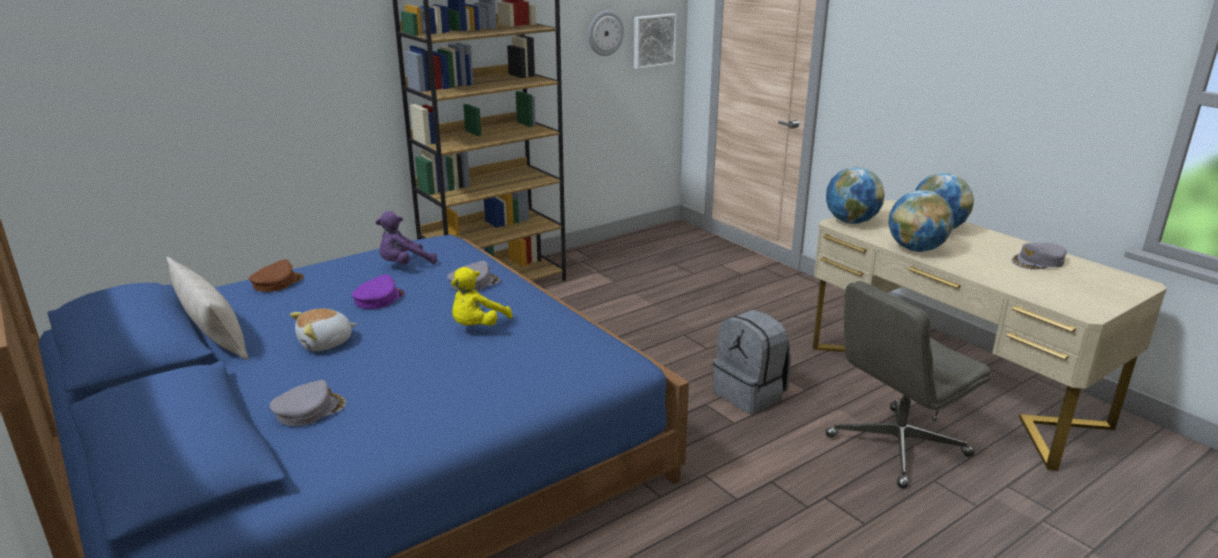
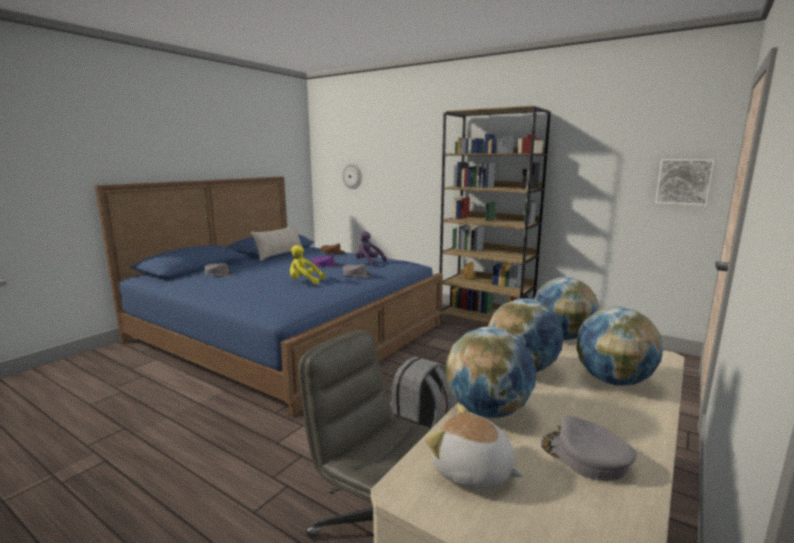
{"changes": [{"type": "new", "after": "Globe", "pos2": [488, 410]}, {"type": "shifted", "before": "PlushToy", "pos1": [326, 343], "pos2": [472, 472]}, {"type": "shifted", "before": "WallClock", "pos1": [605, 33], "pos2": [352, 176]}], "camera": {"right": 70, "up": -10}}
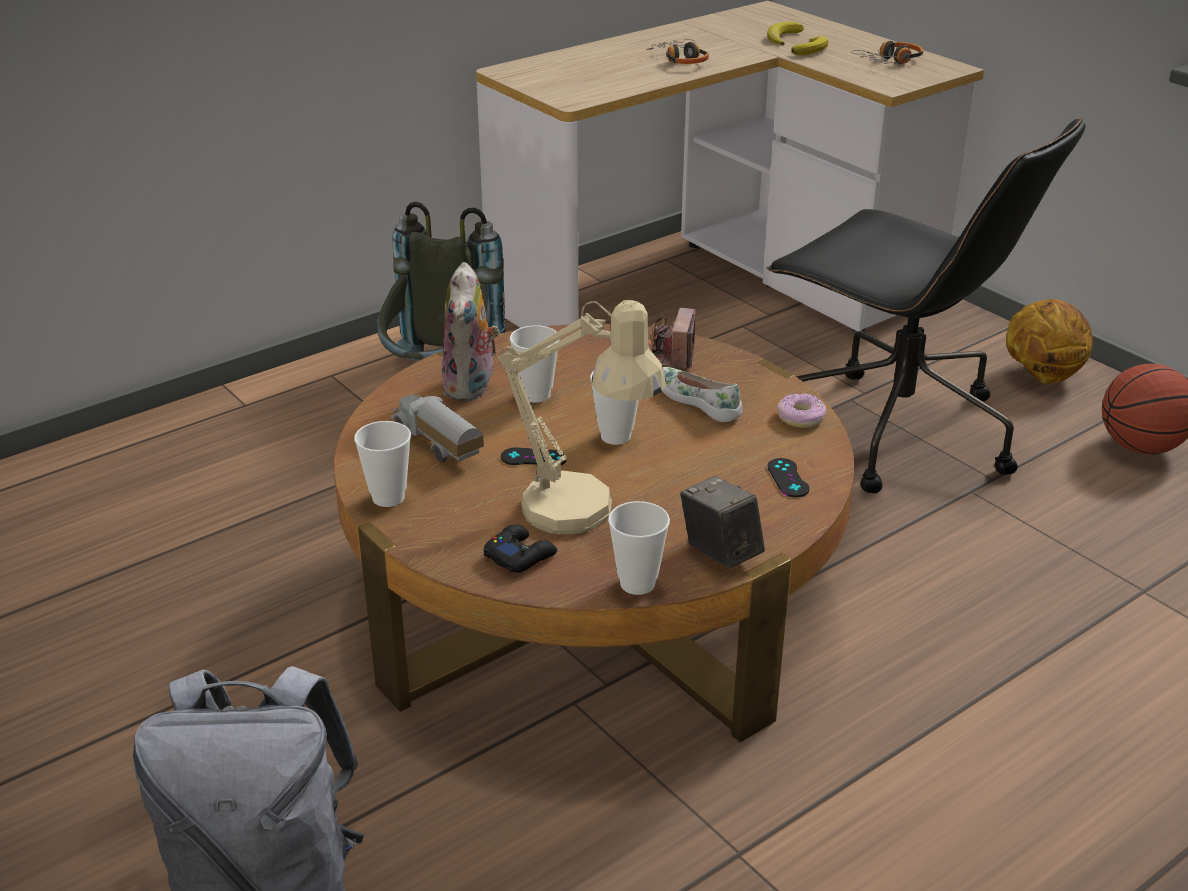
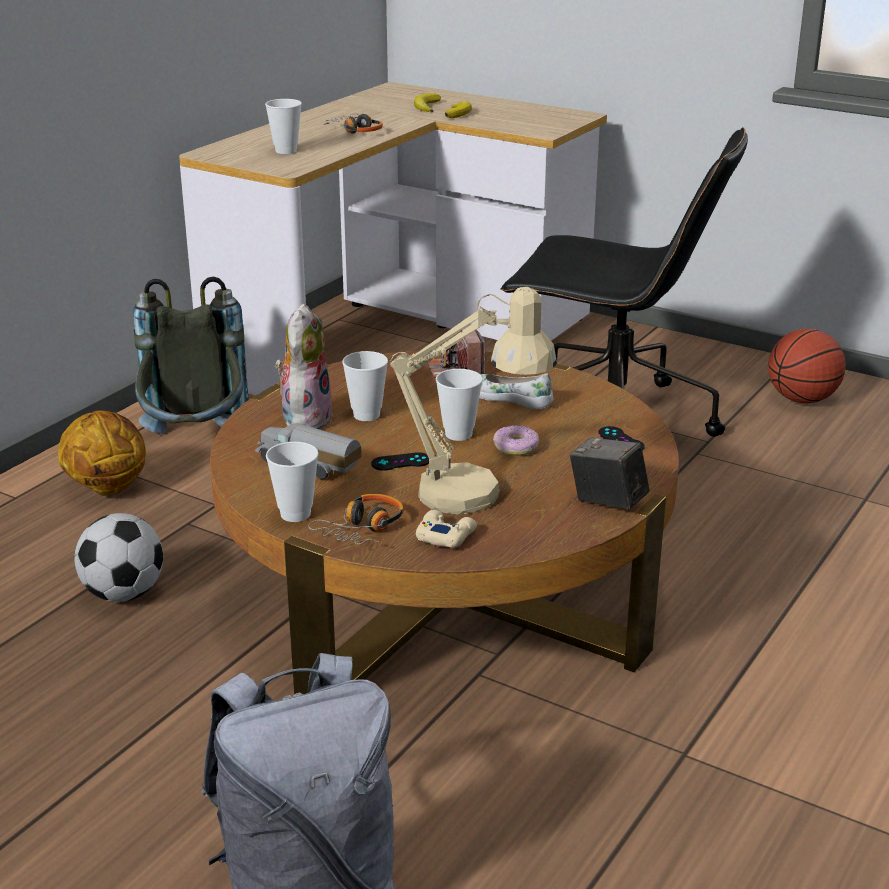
{"changes": [{"type": "new", "after": "Football", "pos2": [124, 593]}, {"type": "shifted", "before": "Cup", "pos1": [637, 583], "pos2": [286, 151]}, {"type": "shifted", "before": "Donut", "pos1": [800, 417], "pos2": [515, 447]}, {"type": "shifted", "before": "Headphones", "pos1": [890, 62], "pos2": [363, 529]}, {"type": "shifted", "before": "Basketball", "pos1": [1041, 375], "pos2": [107, 488]}, {"type": "repainted", "before": "BlackGameController", "after": "BeigeGameController", "pos1": [520, 555], "pos2": [445, 535]}, {"type": "rotated", "before": "PlushToy", "pos1": [472, 387], "pos2": [305, 418], "turn": -150}], "camera": {"right": -20, "up": -5}}
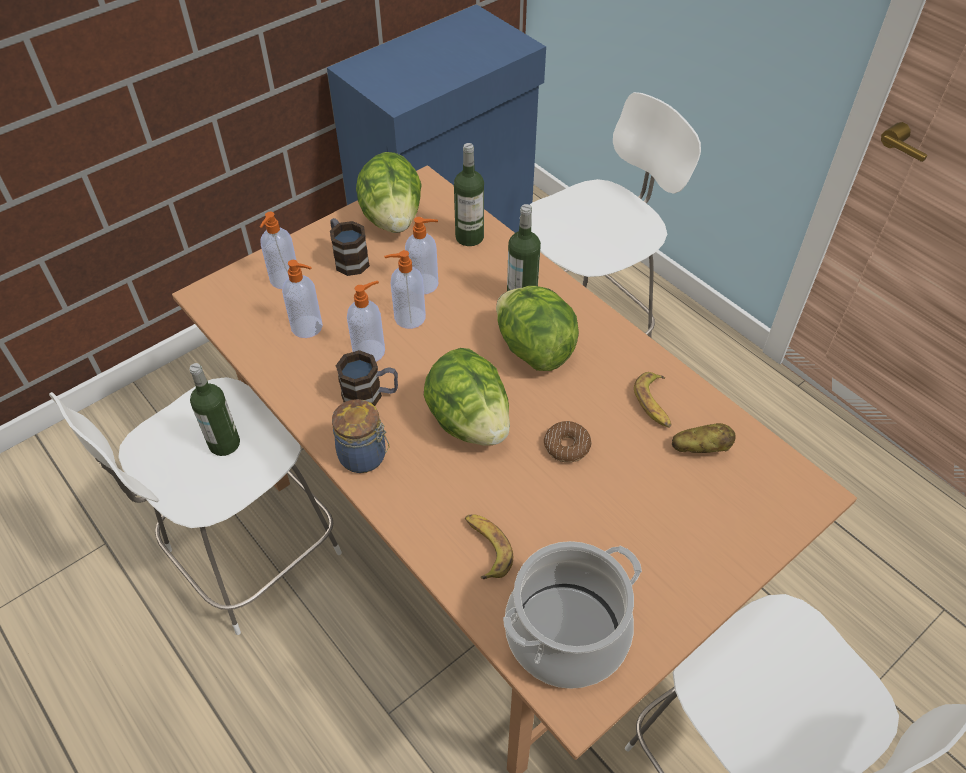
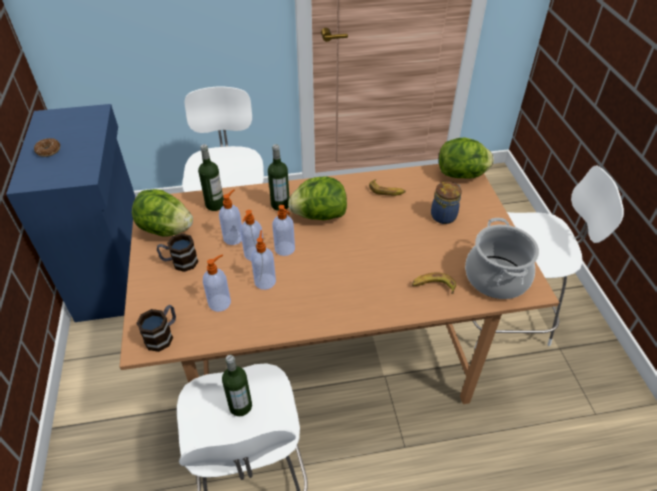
{"changes": [{"type": "gone", "before": "Potato", "pos1": [700, 448]}, {"type": "shifted", "before": "SoapDispenser", "pos1": [284, 280], "pos2": [285, 249]}, {"type": "shifted", "before": "Jar", "pos1": [364, 456], "pos2": [444, 215]}, {"type": "shifted", "before": "Mug", "pos1": [370, 395], "pos2": [163, 335]}, {"type": "shifted", "before": "Lettuce", "pos1": [469, 421], "pos2": [462, 175]}, {"type": "shifted", "before": "Donut", "pos1": [567, 446], "pos2": [48, 151]}], "camera": {"right": -60, "up": -5}}
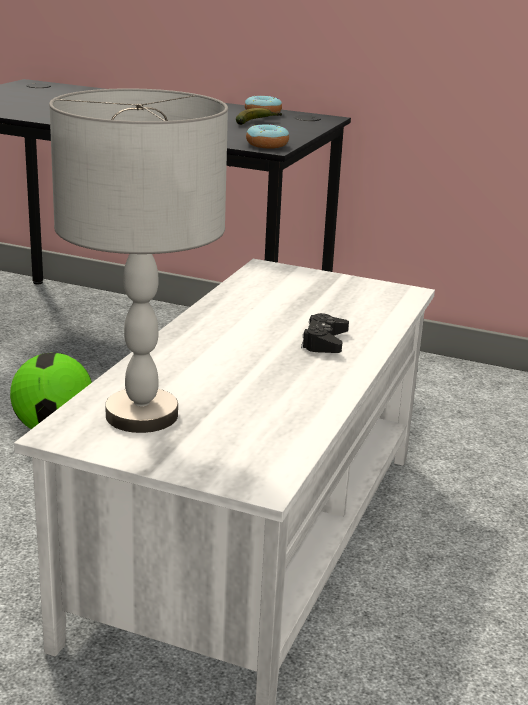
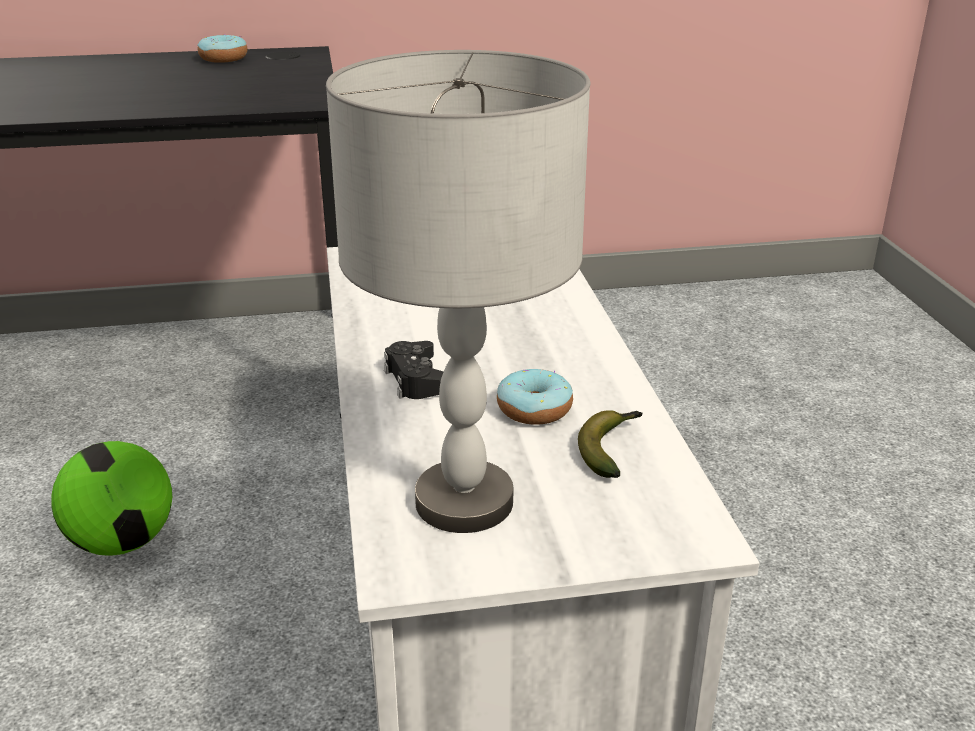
{"changes": [{"type": "shifted", "before": "Banana", "pos1": [257, 122], "pos2": [611, 449]}, {"type": "shifted", "before": "Donut", "pos1": [267, 145], "pos2": [534, 409]}, {"type": "shifted", "before": "BlackGameController", "pos1": [324, 342], "pos2": [417, 379]}], "camera": {"right": -30, "up": 5}}
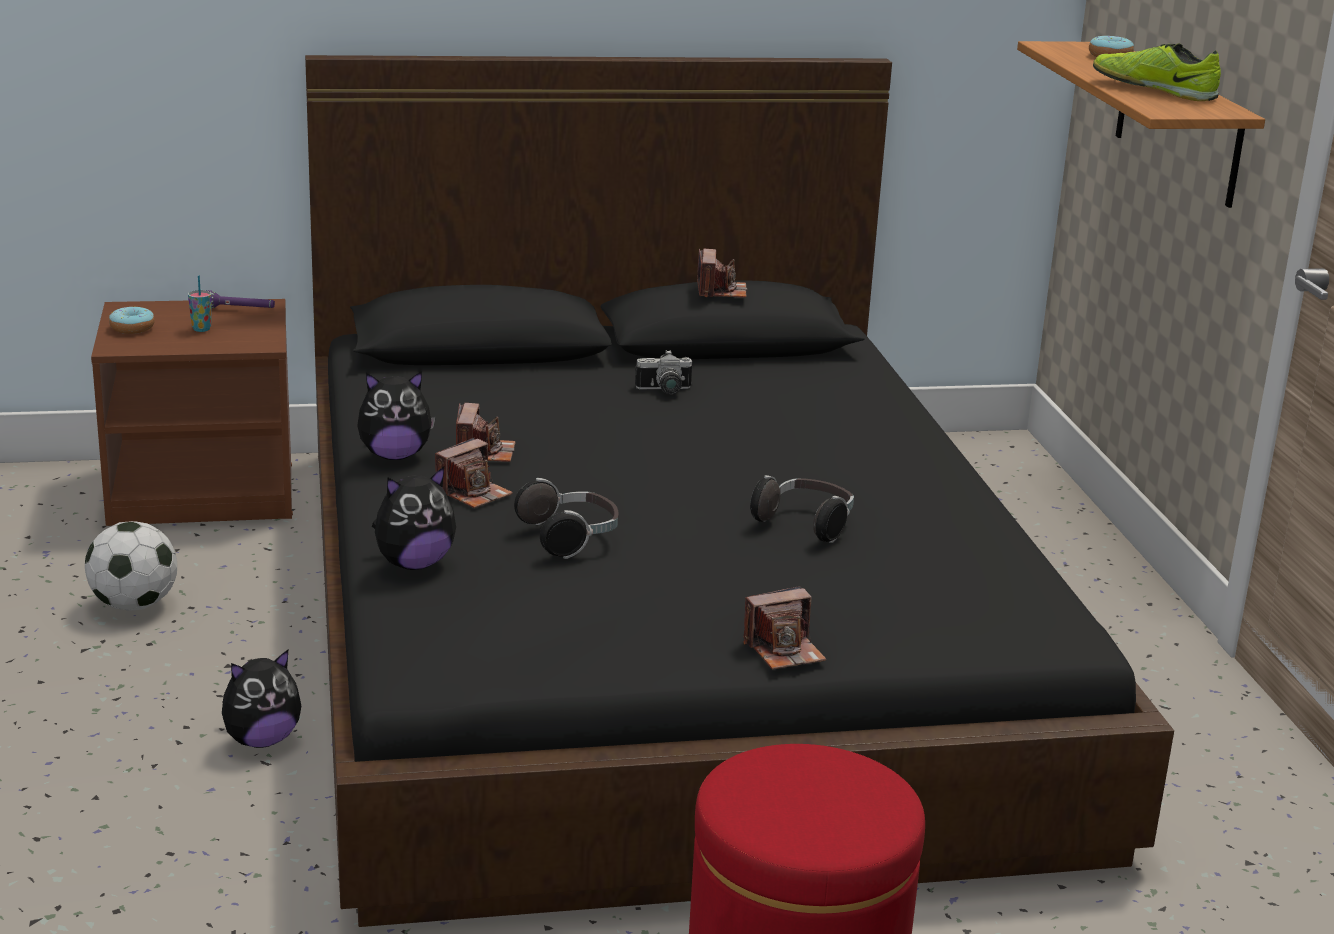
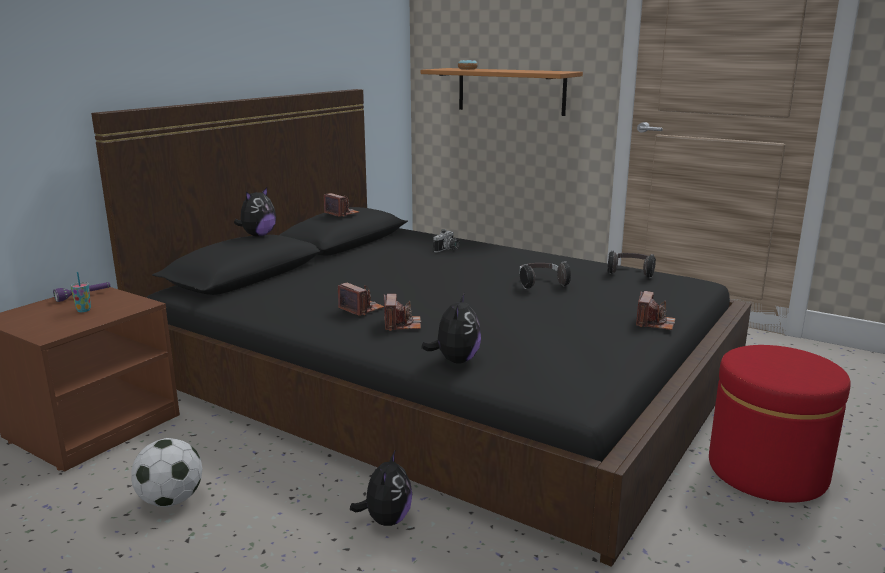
{"changes": [{"type": "gone", "before": "Donut", "pos1": [132, 328]}, {"type": "gone", "before": "Shoe", "pos1": [1154, 90]}, {"type": "shifted", "before": "PlushToy", "pos1": [395, 455], "pos2": [258, 235]}, {"type": "shifted", "before": "Headphones", "pos1": [570, 537], "pos2": [631, 272]}, {"type": "shifted", "before": "PhotoCamera", "pos1": [664, 391], "pos2": [448, 249]}], "camera": {"right": -45, "up": -5}}
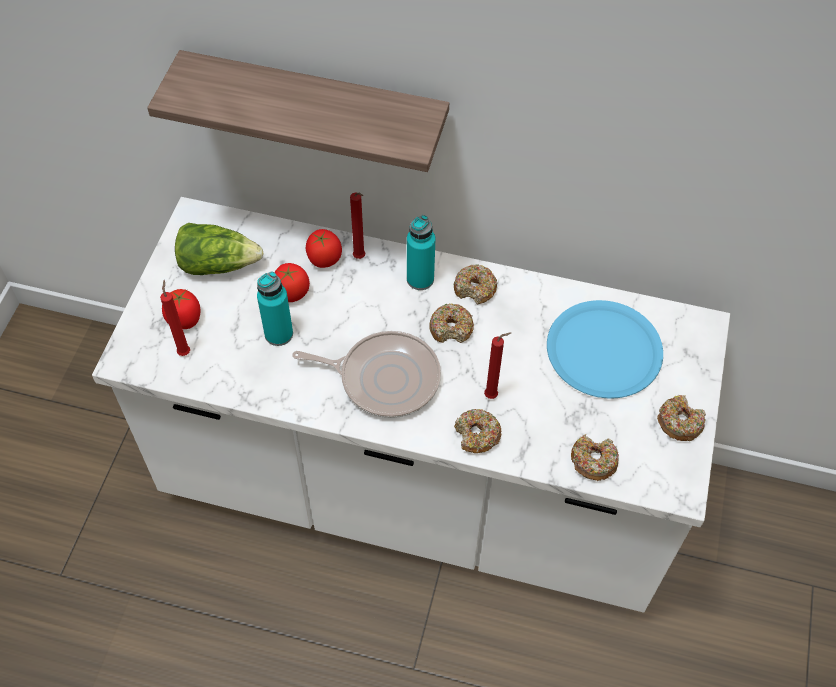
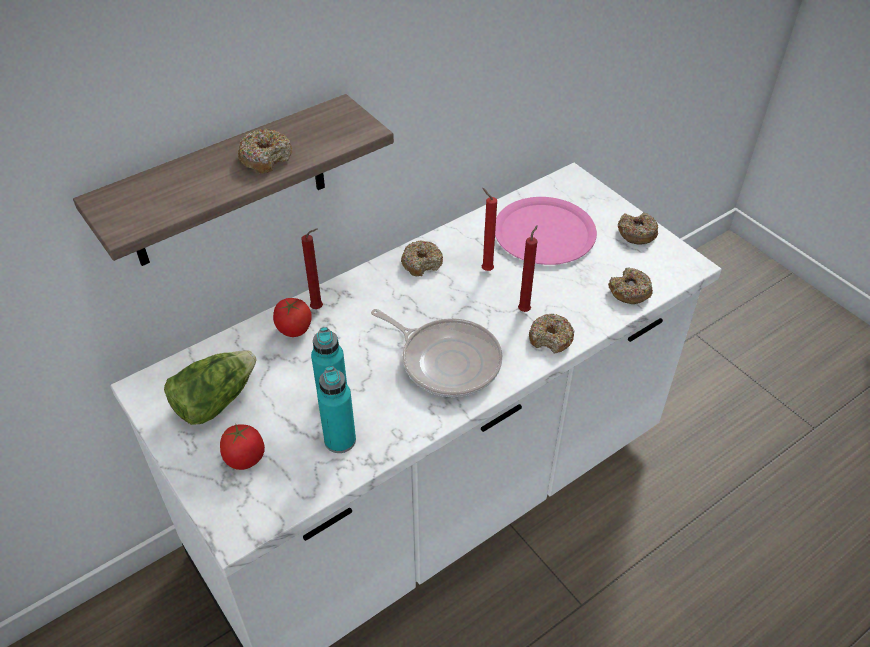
{"changes": [{"type": "gone", "before": "Tomato", "pos1": [291, 293]}, {"type": "shifted", "before": "RedCandle", "pos1": [184, 351], "pos2": [485, 269]}, {"type": "shifted", "before": "TurquoiseBottle", "pos1": [420, 279], "pos2": [340, 440]}, {"type": "shifted", "before": "Donut", "pos1": [451, 328], "pos2": [266, 158]}, {"type": "repainted", "before": "BluePlate", "after": "PinkPlate", "pos1": [604, 350], "pos2": [544, 232]}, {"type": "rotated", "before": "FryingPan", "pos1": [384, 378], "pos2": [447, 360], "turn": 75}], "camera": {"right": -50, "up": -10}}
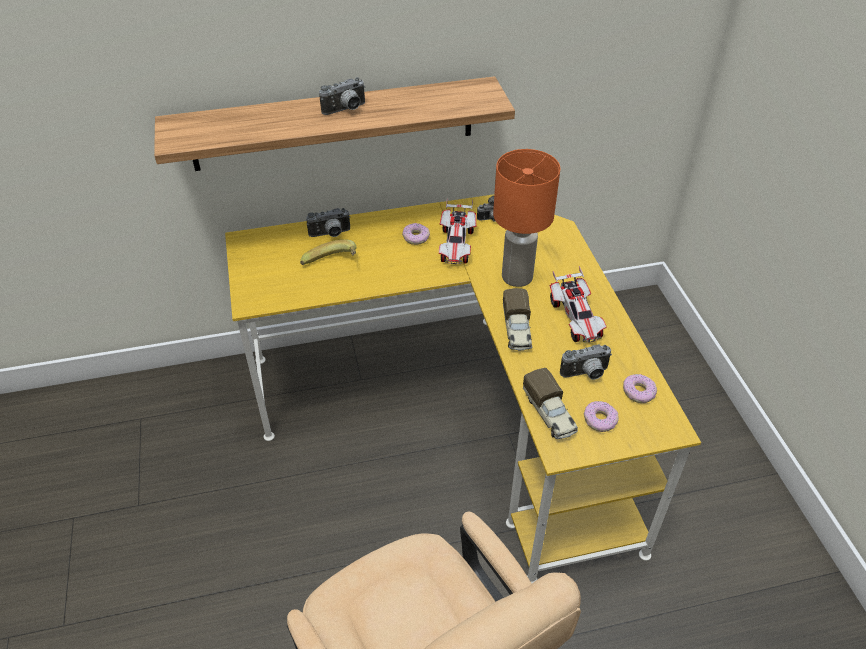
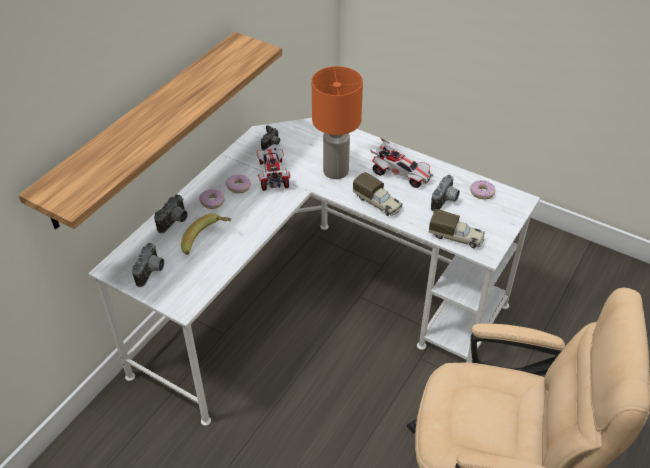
{"changes": [{"type": "shifted", "before": "PhotoCamera", "pos1": [346, 110], "pos2": [152, 272]}, {"type": "shifted", "before": "Donut", "pos1": [600, 420], "pos2": [212, 202]}, {"type": "repainted", "before": "YellowDesk", "after": "WhiteDesk", "pos1": [459, 412], "pos2": [315, 306]}, {"type": "rotated", "before": "ToyCar", "pos1": [456, 245], "pos2": [272, 175], "turn": -150}], "camera": {"right": -45, "up": 0}}
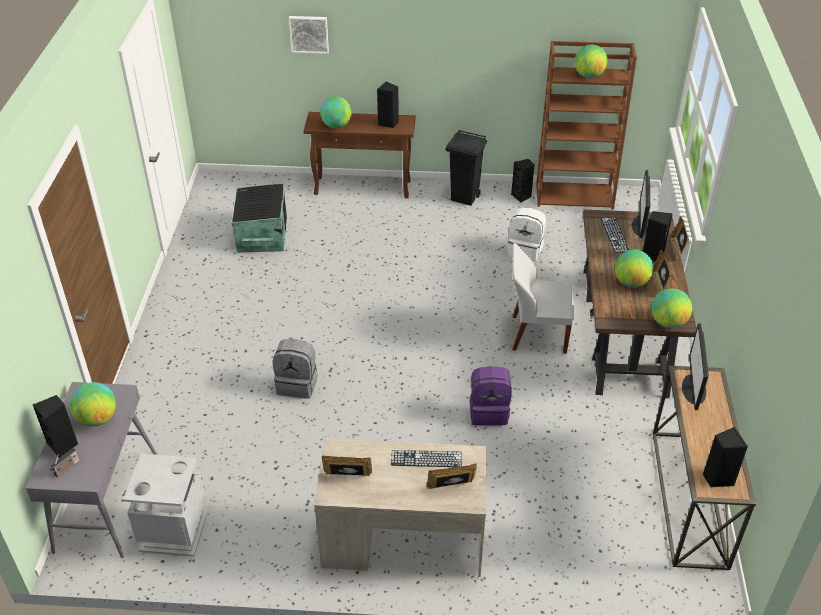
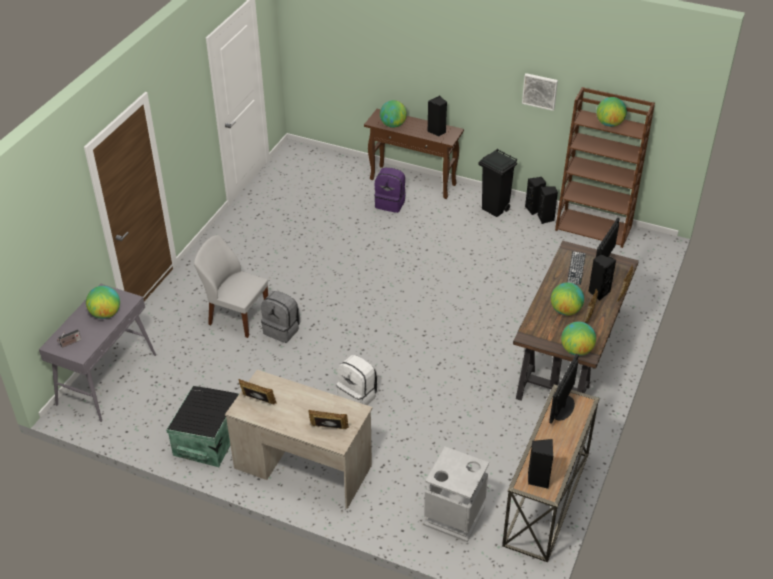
{"changes": [{"type": "gone", "before": "Keyboard", "pos1": [426, 459]}, {"type": "shifted", "before": "BlackSpeaker", "pos1": [63, 445], "pos2": [534, 209]}, {"type": "shifted", "before": "GreyTrashCan", "pos1": [173, 531], "pos2": [454, 516]}, {"type": "shifted", "before": "BlackStorageBox", "pos1": [261, 235], "pos2": [207, 439]}, {"type": "shifted", "before": "Picture", "pos1": [309, 33], "pos2": [540, 91]}, {"type": "shifted", "before": "PurpleBackpack", "pos1": [489, 412], "pos2": [390, 203]}, {"type": "shifted", "before": "WhiteBackpack", "pos1": [525, 250], "pos2": [358, 396]}, {"type": "shifted", "before": "WhiteChair", "pos1": [536, 334], "pos2": [237, 317]}], "camera": {"right": 20, "up": 0}}
